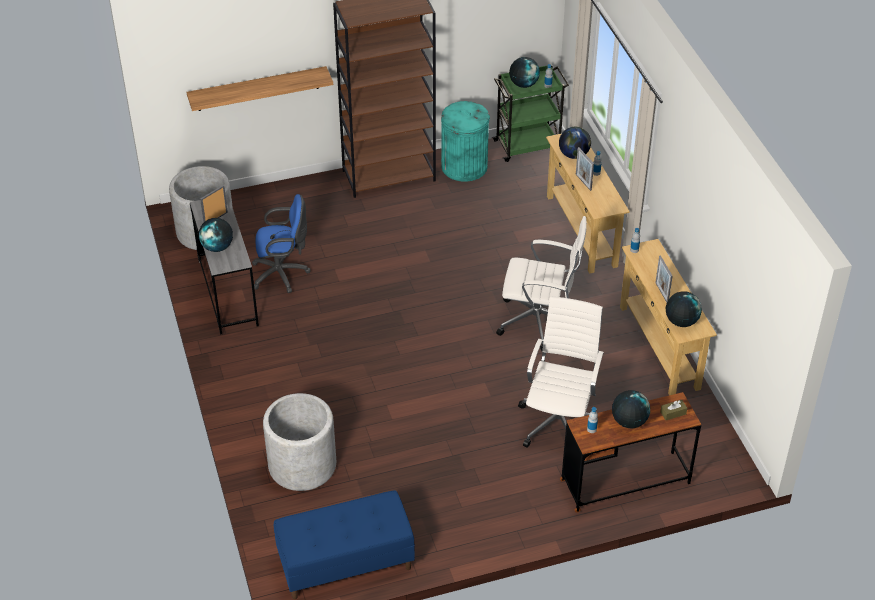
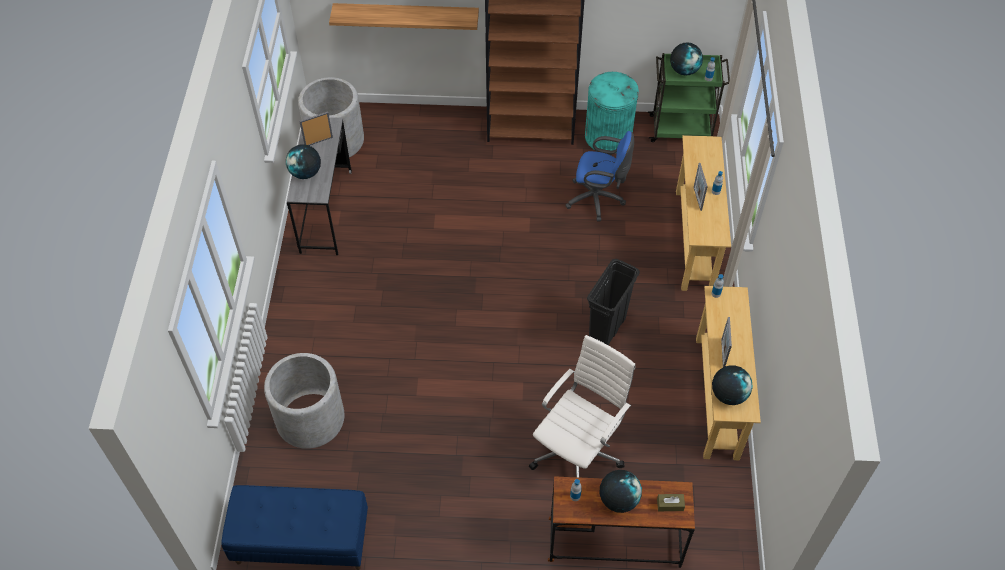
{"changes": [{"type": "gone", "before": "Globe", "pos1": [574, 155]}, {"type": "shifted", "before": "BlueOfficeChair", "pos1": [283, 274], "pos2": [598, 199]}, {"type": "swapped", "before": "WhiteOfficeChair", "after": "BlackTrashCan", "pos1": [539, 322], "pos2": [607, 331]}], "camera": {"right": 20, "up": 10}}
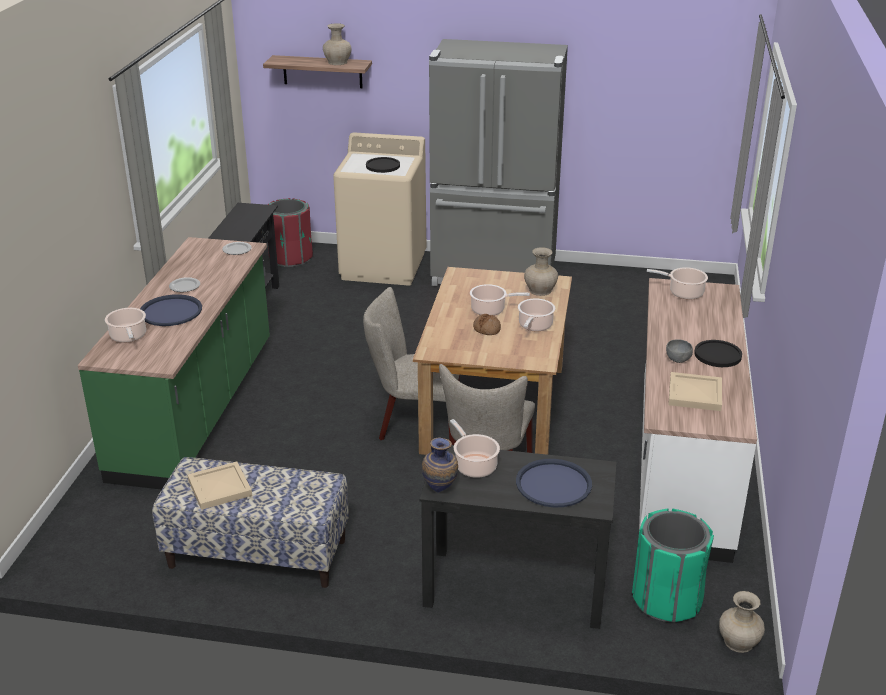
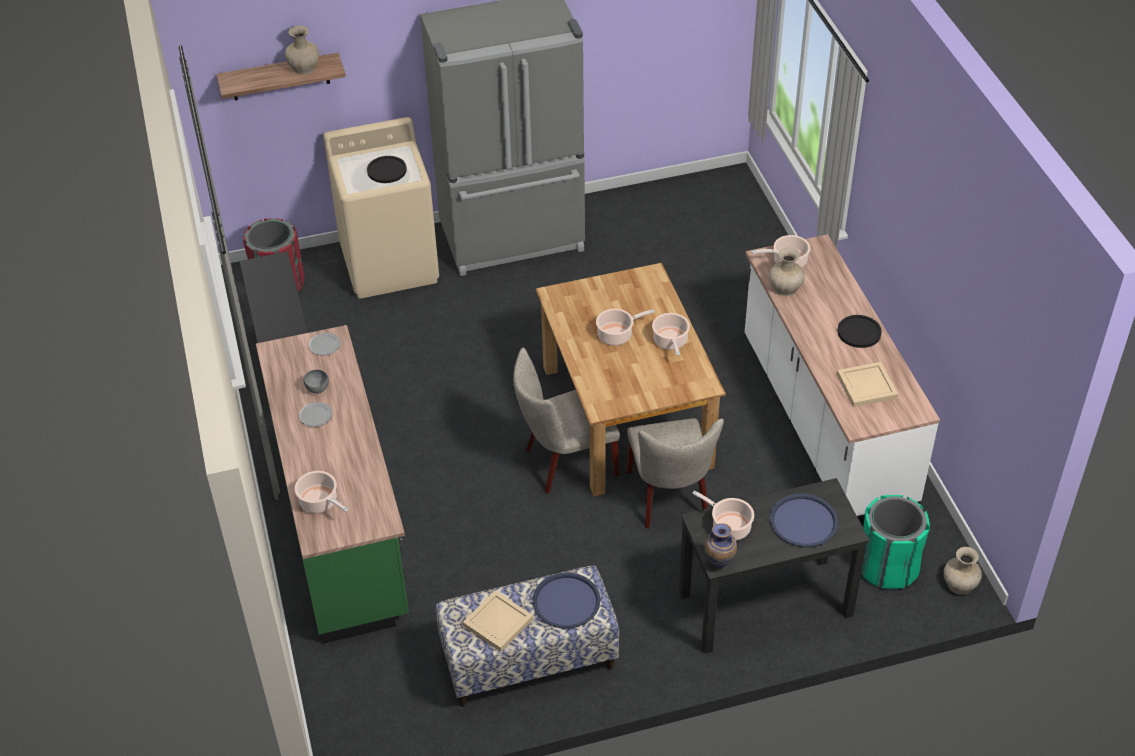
{"changes": [{"type": "gone", "before": "Bread", "pos1": [487, 329]}, {"type": "shifted", "before": "BlueTray", "pos1": [170, 311], "pos2": [566, 601]}, {"type": "shifted", "before": "BeigeVase", "pos1": [540, 290], "pos2": [785, 288]}, {"type": "shifted", "before": "GreyBowl", "pos1": [678, 359], "pos2": [317, 388]}], "camera": {"right": -25, "up": 15}}
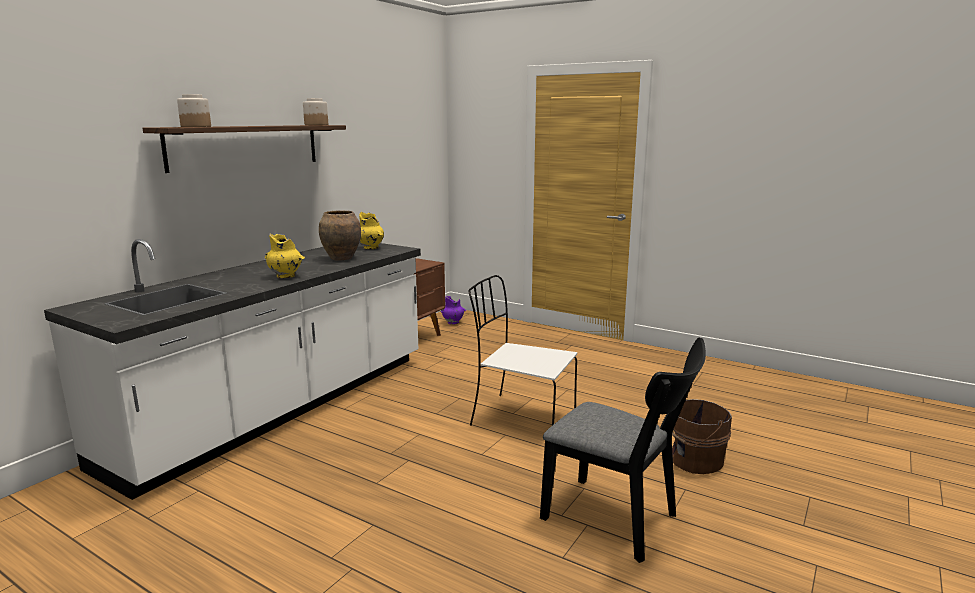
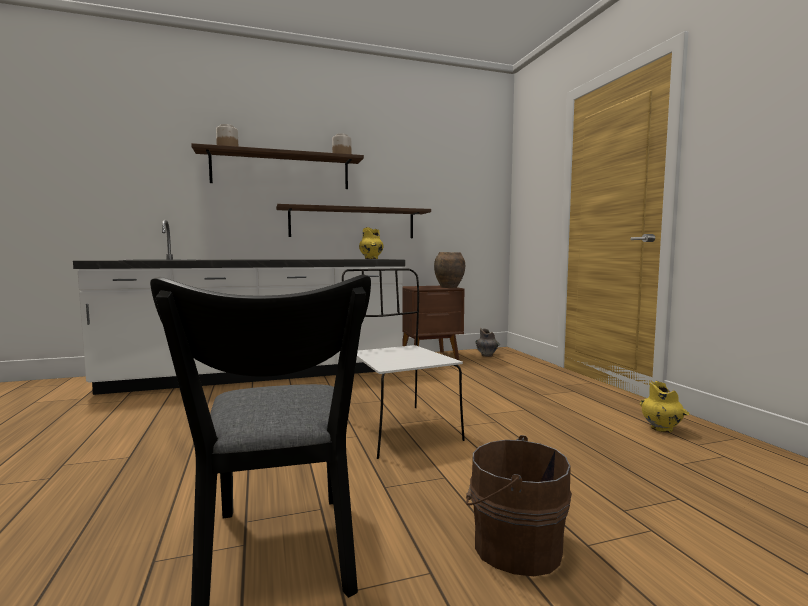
{"changes": [{"type": "new", "after": "Shelf", "pos2": [353, 223]}, {"type": "shifted", "before": "YellowVase", "pos1": [286, 276], "pos2": [662, 429]}, {"type": "shifted", "before": "BrownVase", "pos1": [341, 258], "pos2": [449, 287]}, {"type": "repainted", "before": "PurpleVase", "after": "GreyVase", "pos1": [453, 322], "pos2": [487, 355]}], "camera": {"right": 40, "up": -10}}
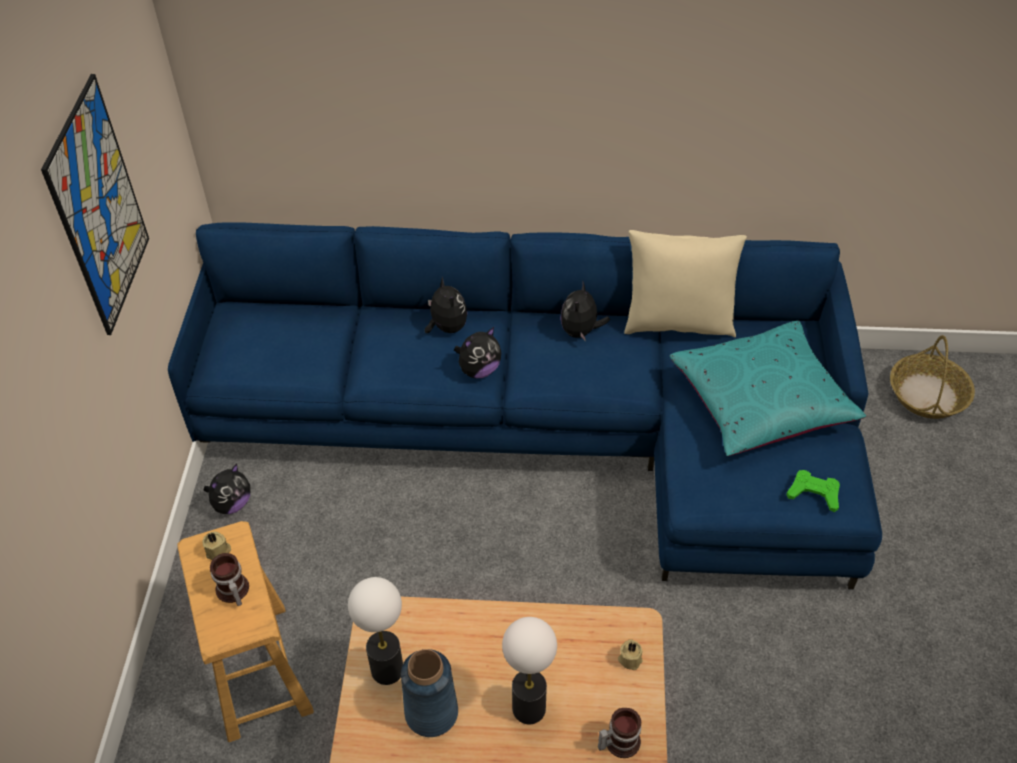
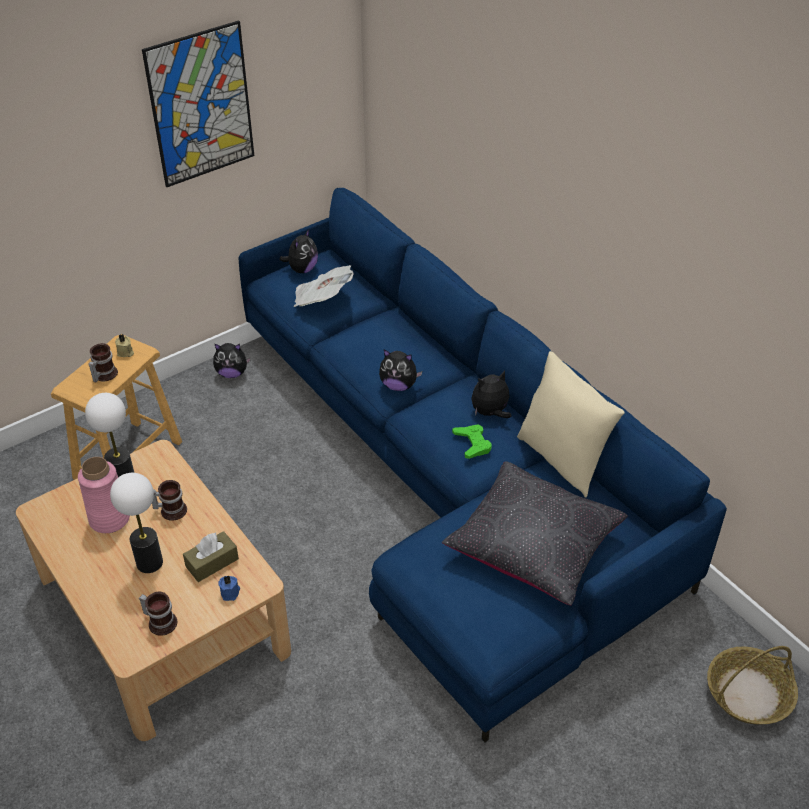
{"changes": [{"type": "new", "after": "Mug", "pos2": [171, 509]}, {"type": "new", "after": "BrownTissueBox", "pos2": [212, 563]}, {"type": "new", "after": "Newspaper", "pos2": [322, 299]}, {"type": "shifted", "before": "PlushToy", "pos1": [446, 327], "pos2": [302, 269]}, {"type": "shifted", "before": "GreenGameController", "pos1": [814, 493], "pos2": [472, 444]}, {"type": "repainted", "before": "BlueVase", "after": "PinkVase", "pos1": [432, 713], "pos2": [109, 519]}, {"type": "repainted", "before": "BeigeCandle", "after": "BlueCandle", "pos1": [630, 658], "pos2": [230, 592]}, {"type": "repainted", "before": "TurquoisePillow", "after": "BlackPillow", "pos1": [760, 402], "pos2": [533, 545]}], "camera": {"right": 50, "up": -5}}
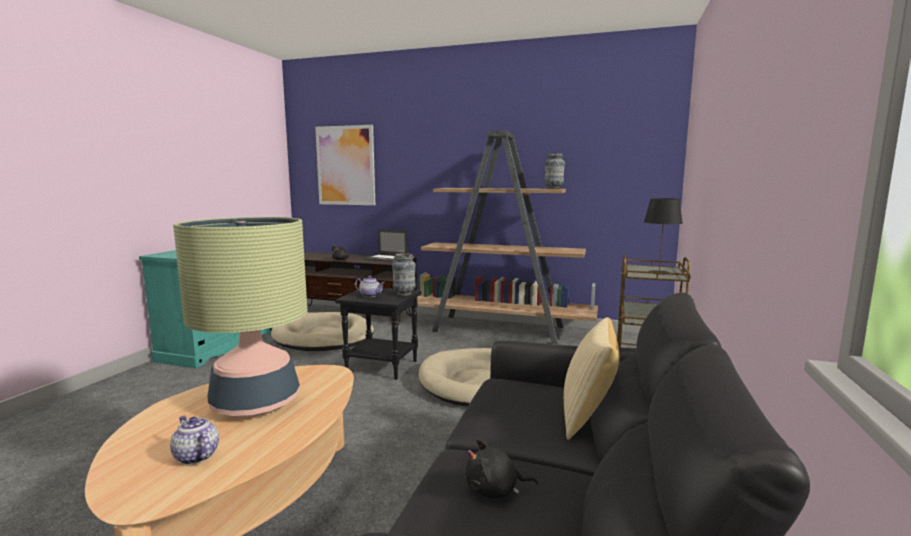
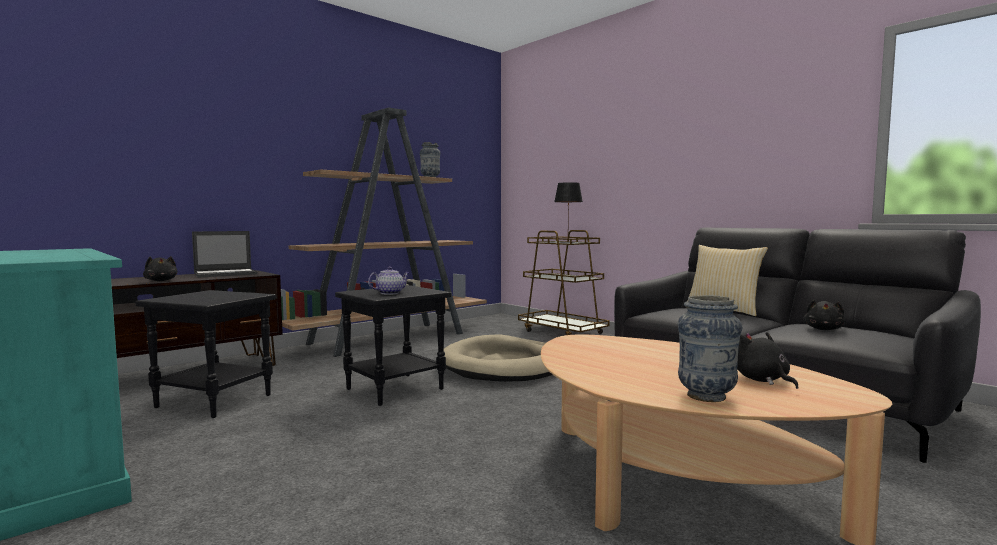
{"changes": [{"type": "gone", "before": "TableLamp", "pos1": [255, 403]}, {"type": "gone", "before": "Picture", "pos1": [345, 165]}, {"type": "shifted", "before": "Vase", "pos1": [404, 294], "pos2": [706, 396]}, {"type": "swapped", "before": "Teapot", "after": "BlackPlushToy", "pos1": [195, 456], "pos2": [763, 380]}, {"type": "swapped", "before": "BeigeDogBed", "after": "BlackSideTable", "pos1": [323, 337], "pos2": [216, 401]}], "camera": {"right": -60, "up": -5}}
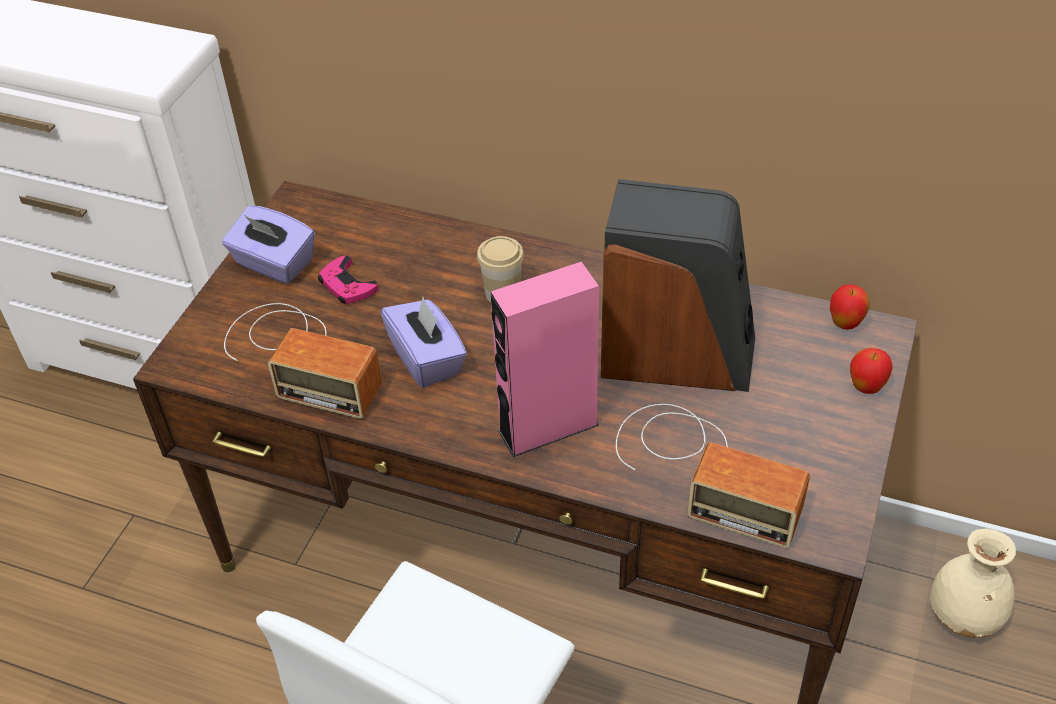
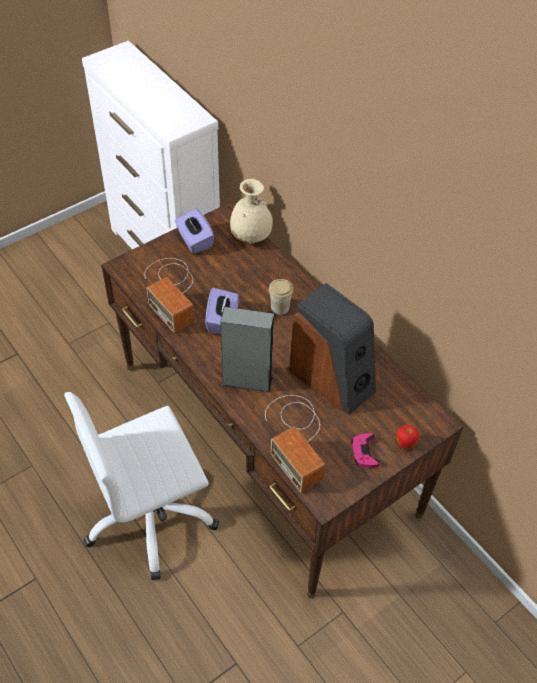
{"changes": [{"type": "gone", "before": "Apple", "pos1": [845, 324]}, {"type": "shifted", "before": "PinkGameController", "pos1": [347, 285], "pos2": [364, 452]}, {"type": "shifted", "before": "BeigeVase", "pos1": [965, 616], "pos2": [251, 237]}, {"type": "repainted", "before": "PinkSpeaker", "after": "GreySpeaker", "pos1": [548, 428], "pos2": [247, 381]}], "camera": {"right": 30, "up": 5}}
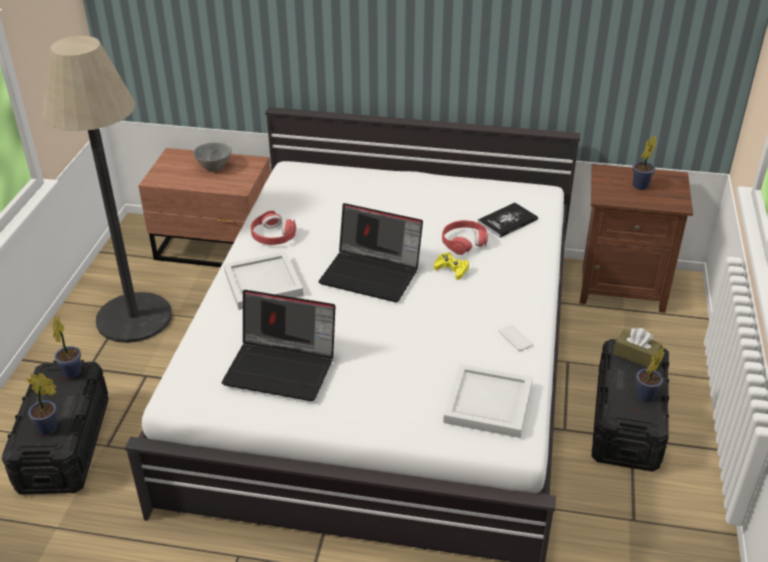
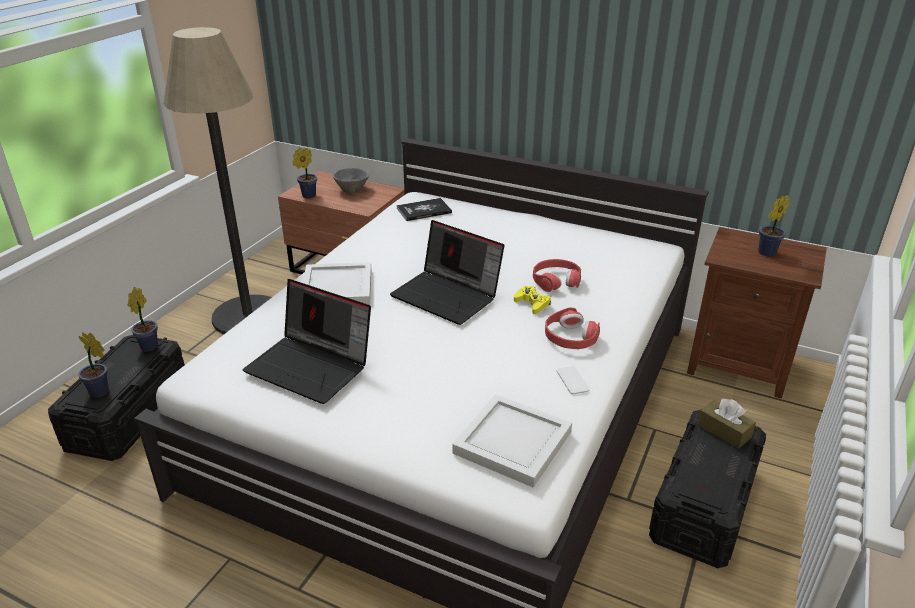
{"changes": [{"type": "shifted", "before": "RedHeadphones", "pos1": [273, 235], "pos2": [570, 337]}, {"type": "shifted", "before": "Book", "pos1": [507, 221], "pos2": [424, 211]}, {"type": "shifted", "before": "PottedPlant", "pos1": [643, 397], "pos2": [307, 196]}], "camera": {"right": 15, "up": -5}}
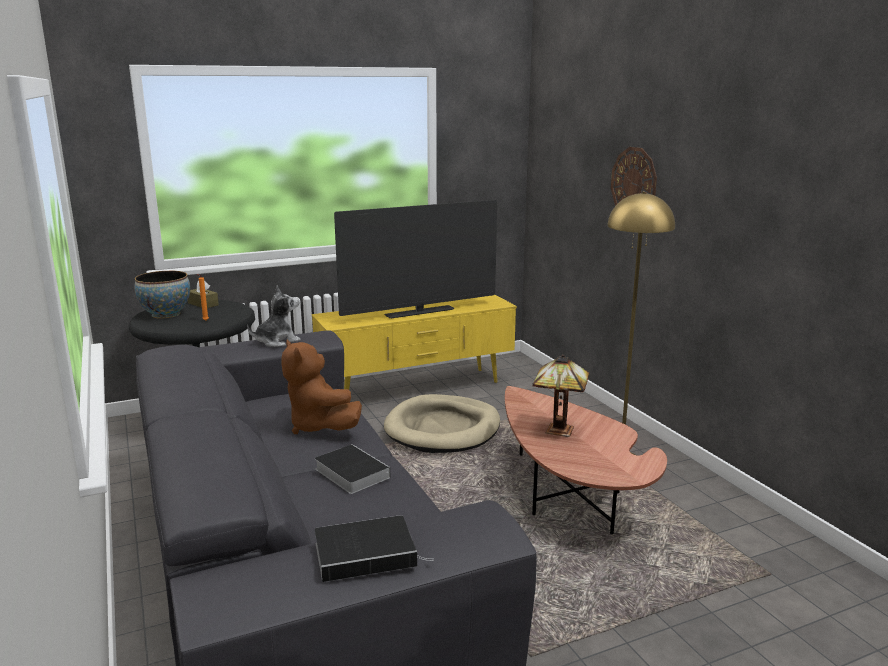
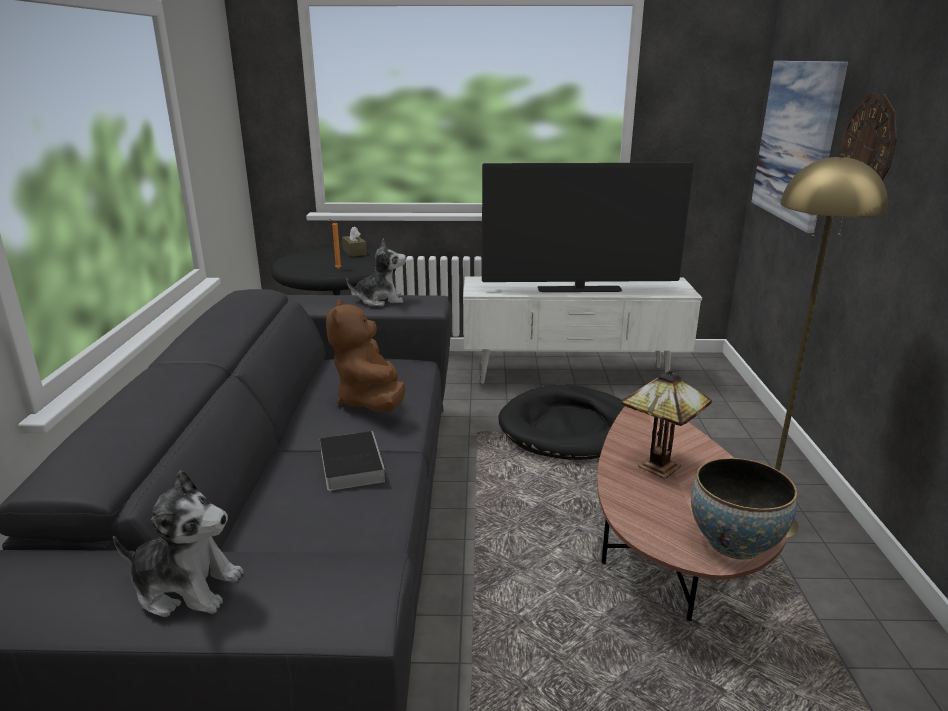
{"changes": [{"type": "new", "after": "Picture", "pos2": [796, 142]}, {"type": "shifted", "before": "Bowl", "pos1": [166, 314], "pos2": [734, 543]}, {"type": "swapped", "before": "Book", "after": "PlushToy", "pos1": [368, 553], "pos2": [186, 587]}, {"type": "repainted", "before": "YellowTvStand", "after": "WhiteTvStand", "pos1": [417, 389], "pos2": [572, 375]}, {"type": "repainted", "before": "BeigeDogBed", "after": "BlackDogBed", "pos1": [443, 429], "pos2": [569, 428]}], "camera": {"right": 25, "up": 5}}
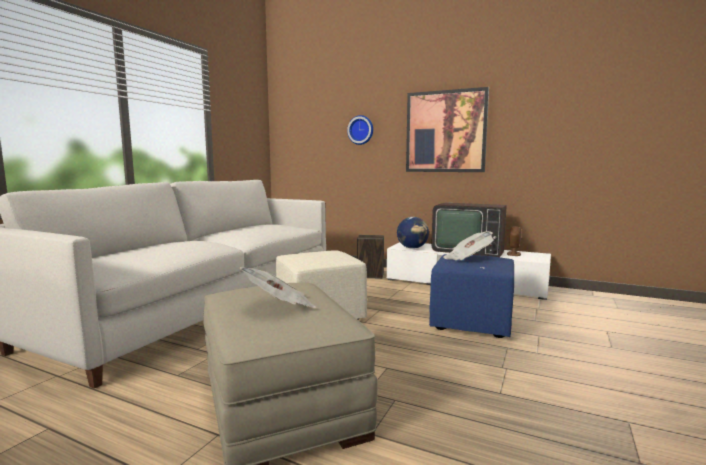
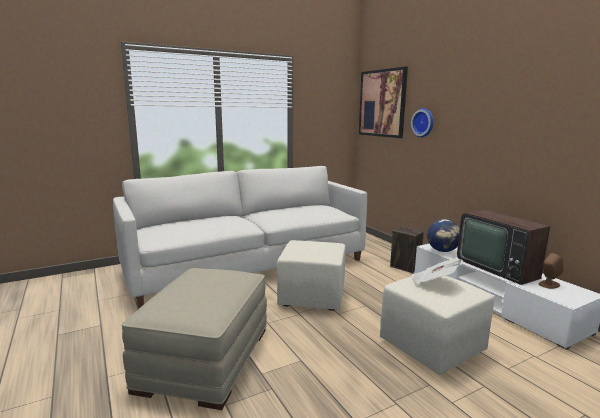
{"changes": [{"type": "gone", "before": "Newspaper", "pos1": [280, 306]}, {"type": "shifted", "before": "Picture", "pos1": [445, 131], "pos2": [382, 103]}, {"type": "repainted", "before": "BlueOttoman", "after": "BeigeOttoman", "pos1": [472, 323], "pos2": [431, 347]}], "camera": {"right": 35, "up": 5}}
